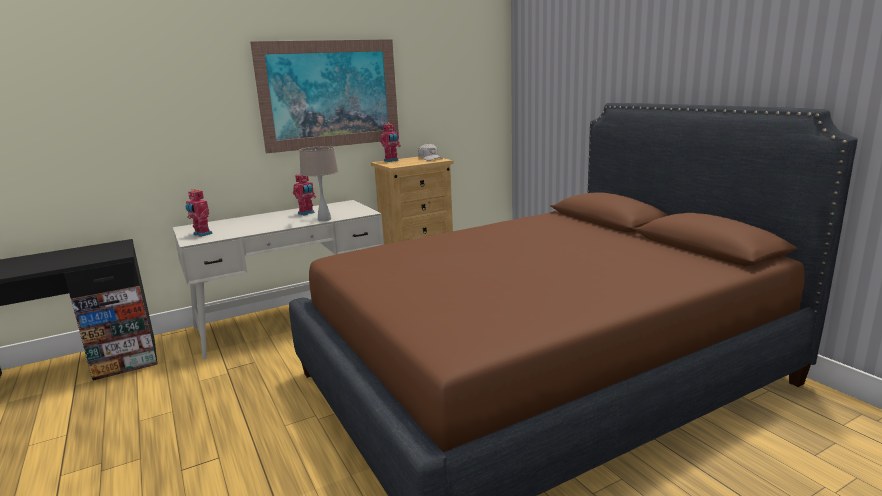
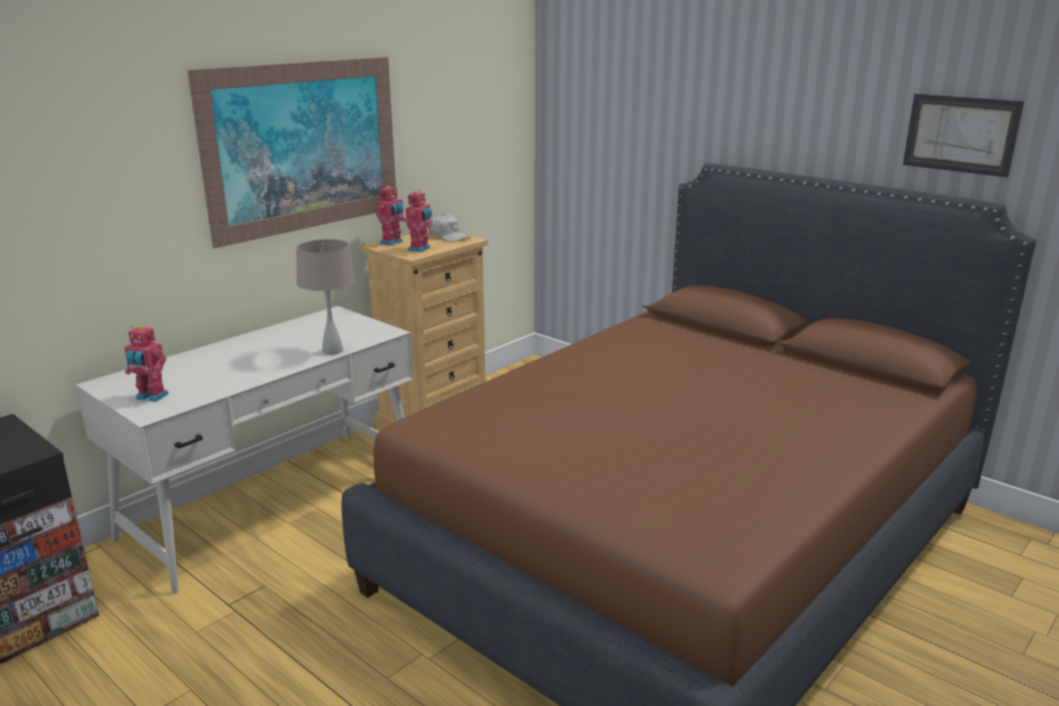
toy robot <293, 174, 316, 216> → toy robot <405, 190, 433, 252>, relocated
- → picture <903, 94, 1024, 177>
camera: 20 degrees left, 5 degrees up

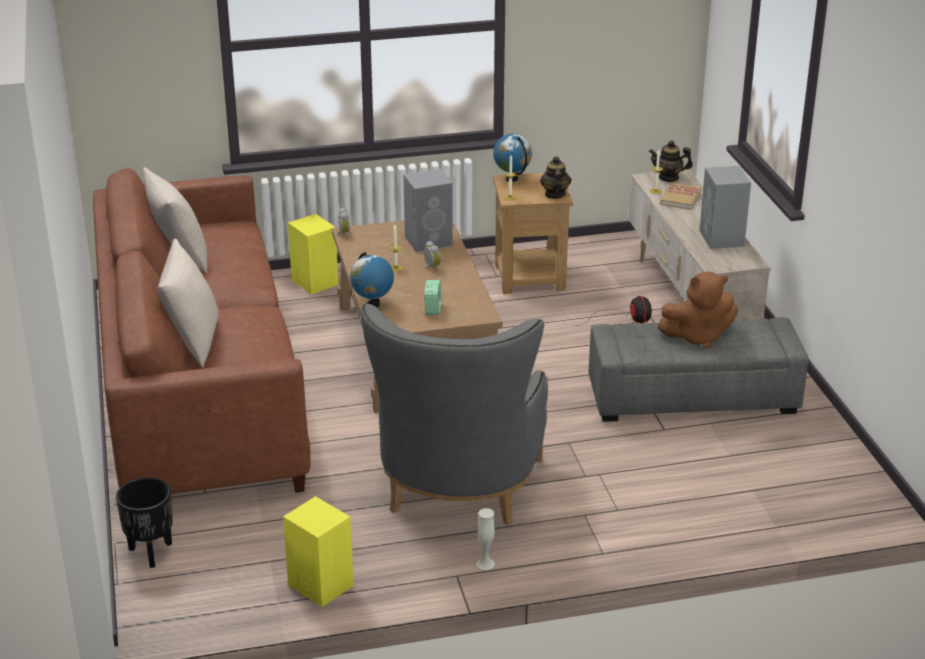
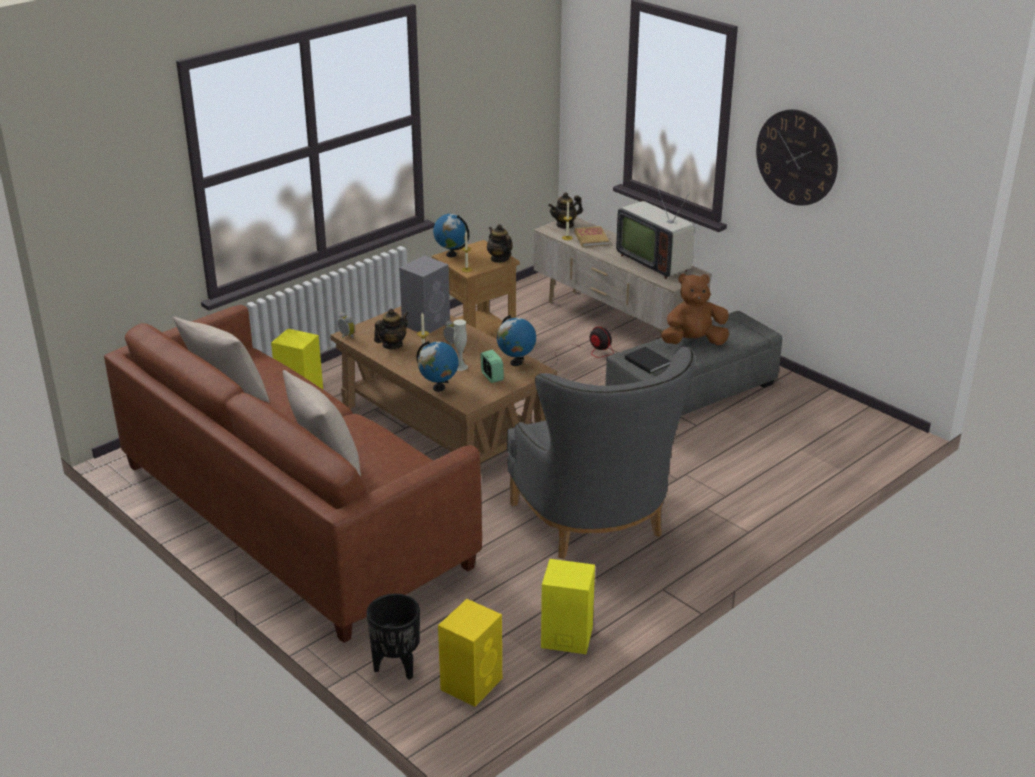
- → teapot <374, 309, 409, 349>
- → yellow speaker <438, 599, 502, 707>
white vase <477, 508, 495, 570> → white vase <453, 319, 468, 371>, relocated
- → globe <497, 315, 536, 366>
grey speaker <699, 166, 751, 249> → television <616, 180, 695, 279>
- → black book <625, 347, 670, 374>
brown plush toy <658, 272, 738, 349> → brown plush toy <661, 273, 729, 345>, 150 degrees counterclockwise
- → wall clock <756, 109, 838, 206>
camera: 30 degrees left, 0 degrees up

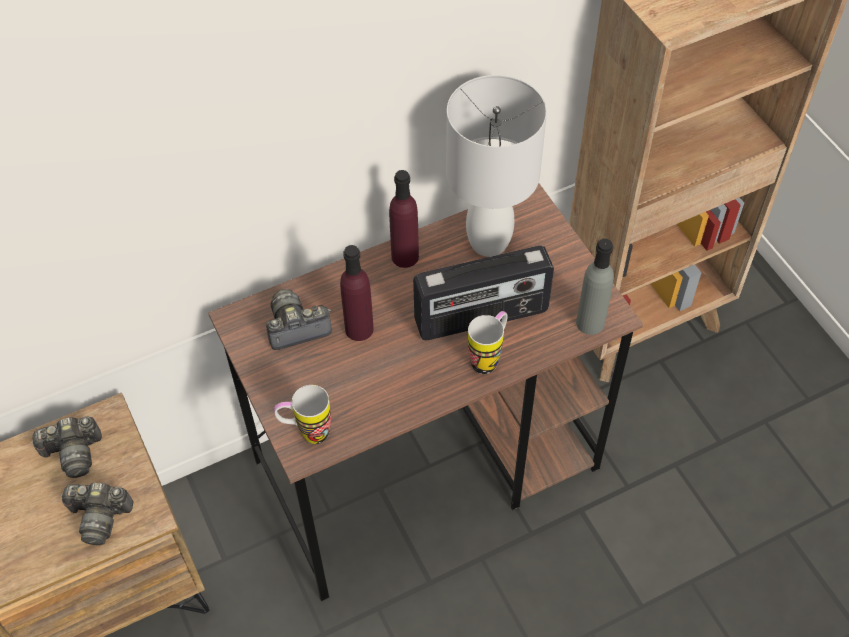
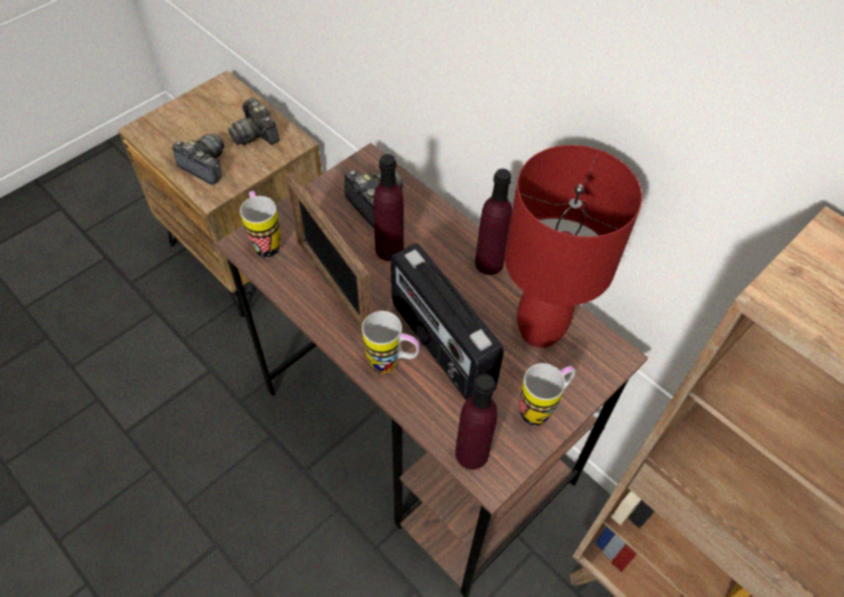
photo camera <60, 483, 133, 545> → photo camera <172, 134, 224, 185>, 135 degrees clockwise
- → picture frame <286, 172, 372, 333>
grey bottle <576, 238, 614, 335> → purple bottle <455, 374, 498, 470>
white table lamp <446, 75, 547, 257> → red table lamp <504, 145, 642, 348>
- → mug <520, 363, 576, 426>
camera: 70 degrees right, 0 degrees up

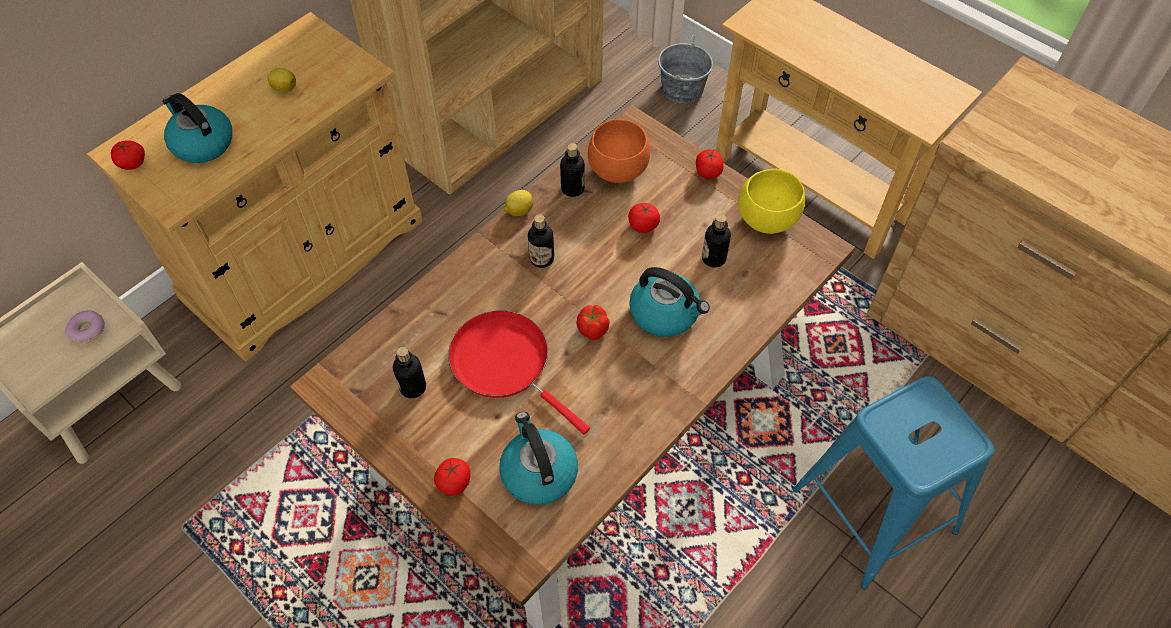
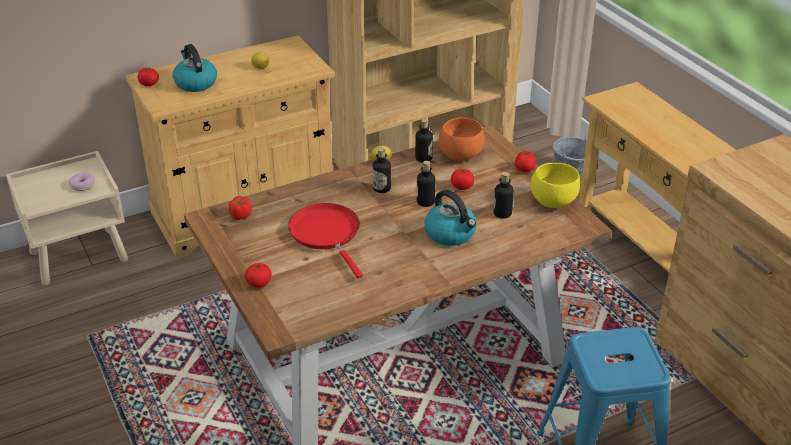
tomato <576, 305, 610, 340> → tomato <229, 196, 252, 220>, relocated
bottle <393, 347, 426, 398> → bottle <417, 161, 435, 207>, relocated
kettle <499, 412, 578, 505> → -
camera: 20 degrees right, 20 degrees down

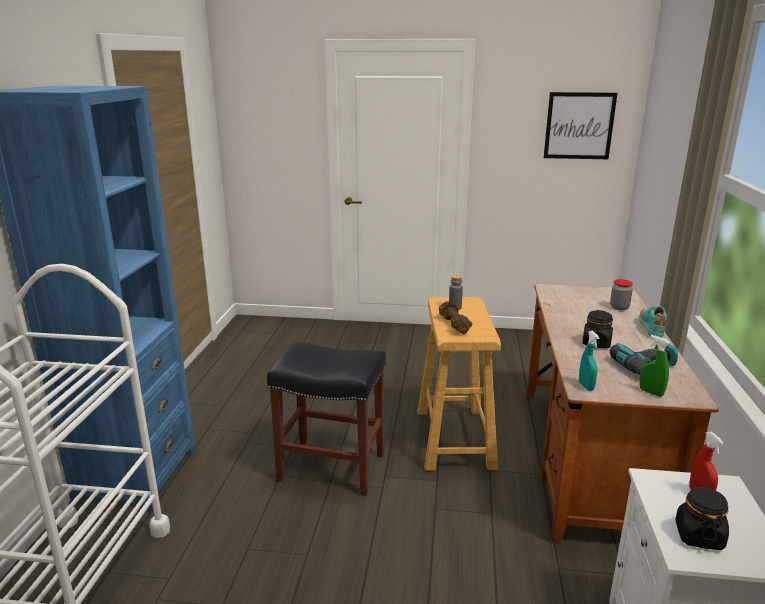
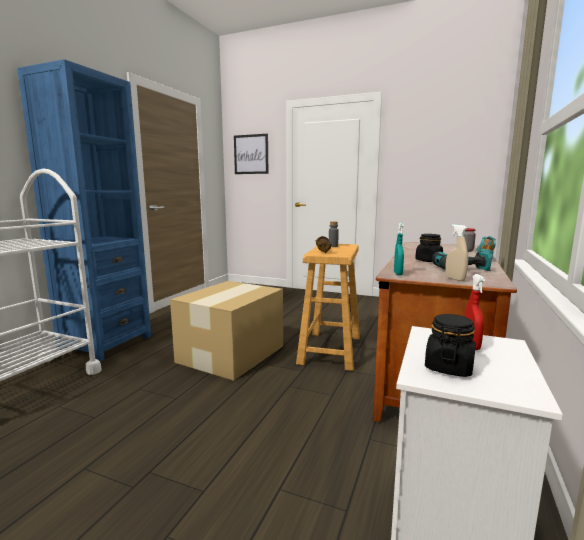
black stool <267, 341, 386, 496> → cardboard box <170, 281, 283, 381>
picture <544, 92, 617, 159> → picture <234, 134, 268, 174>, relocated
green spray bottle <640, 335, 670, 397> → beige spray bottle <445, 224, 468, 281>
camera: 15 degrees right, 10 degrees down

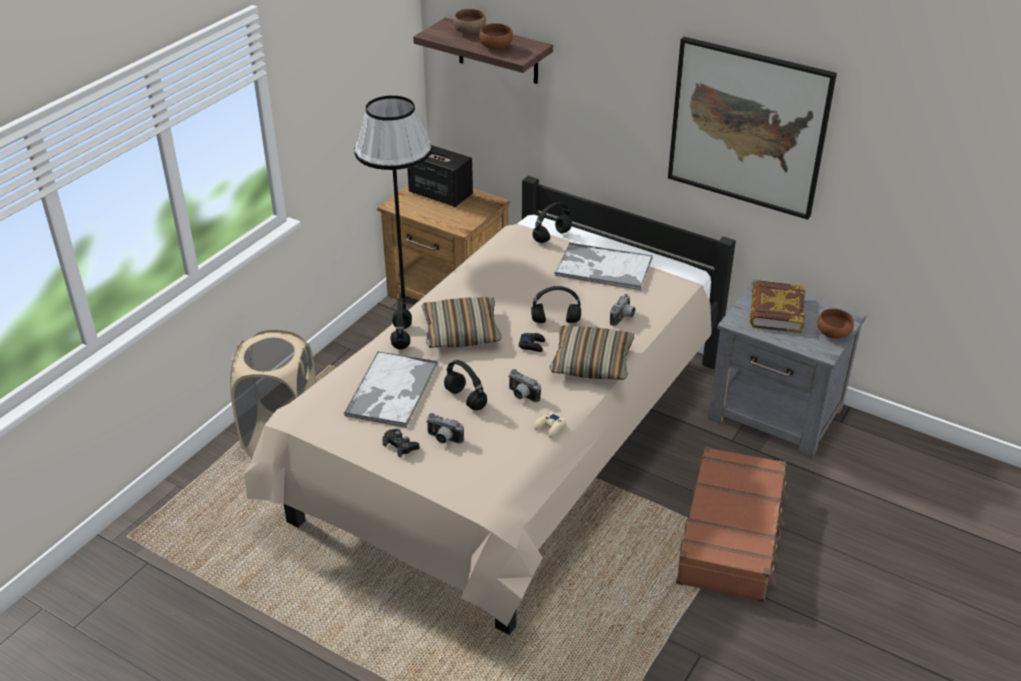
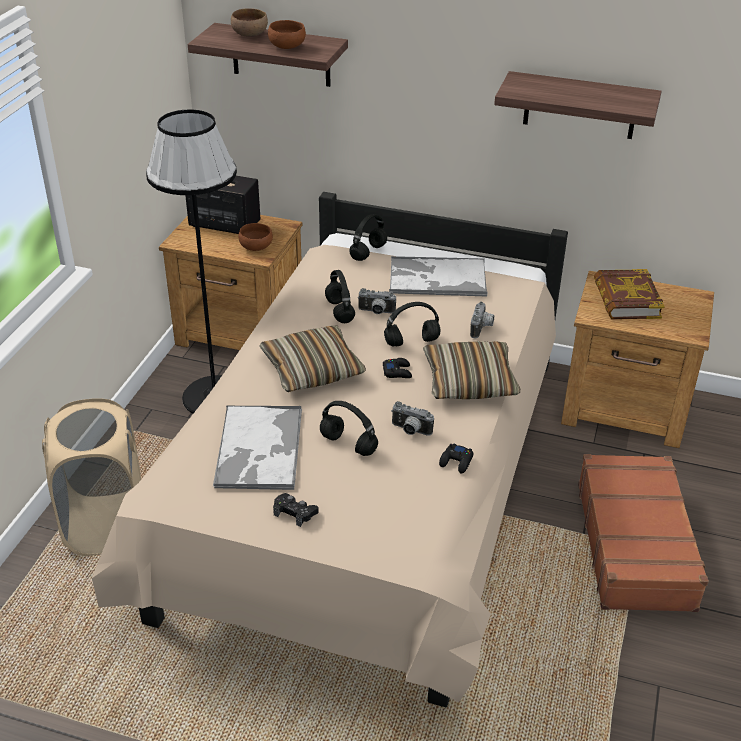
brown bowl <818, 308, 854, 339> → brown bowl <238, 223, 273, 251>, relocated
black headphones <390, 298, 412, 349> → black headphones <325, 270, 355, 323>, relocated
photo camera <426, 413, 464, 444> → photo camera <358, 288, 396, 314>, relocated
beige game controller <534, 411, 566, 438> → black game controller <439, 443, 473, 473>
picture <668, 37, 837, 220> → shelf <494, 71, 662, 139>
grey nightstand <708, 280, 866, 459> → brown nightstand <561, 271, 714, 448>
camera: 15 degrees left, 0 degrees up

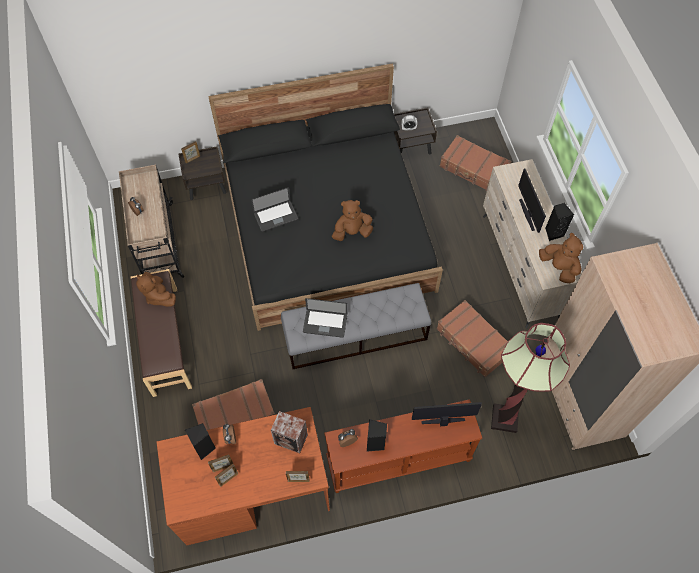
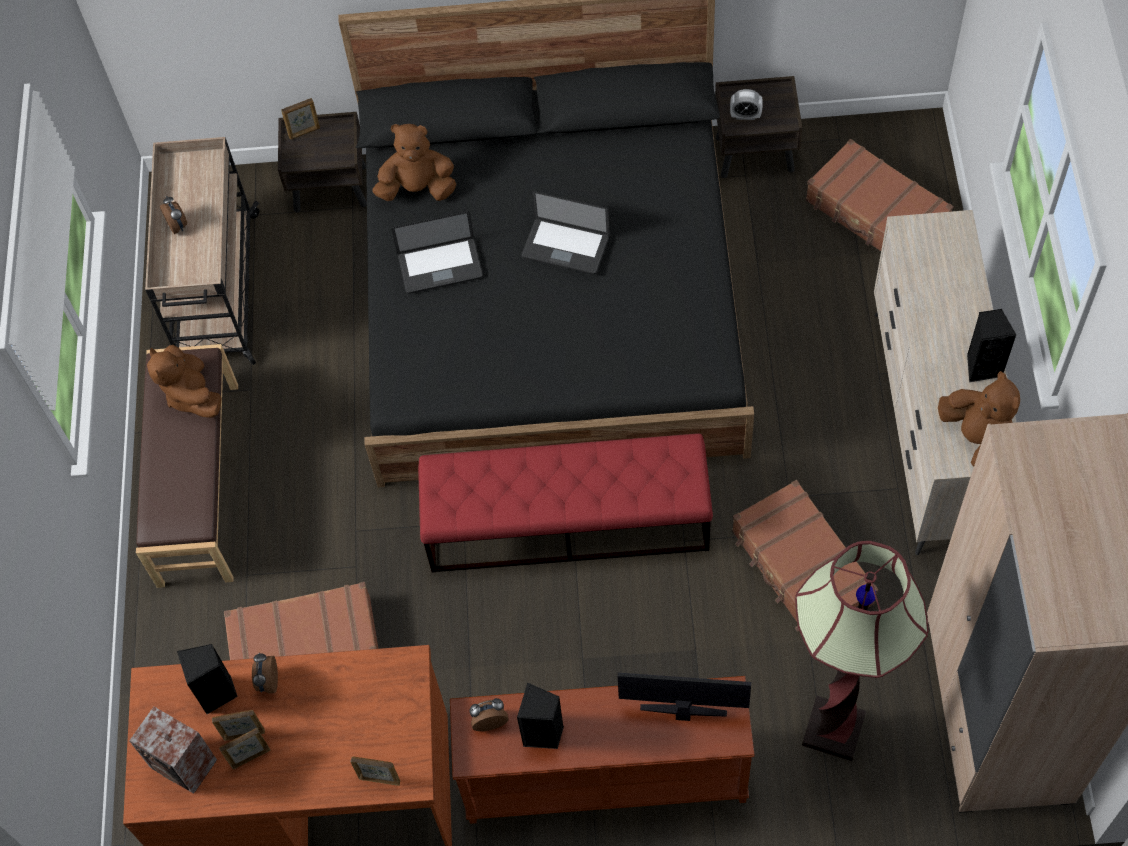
speaker <271, 411, 308, 453> → speaker <129, 707, 217, 794>, relocated
brown plush toy <332, 200, 373, 241> → brown plush toy <372, 124, 456, 201>, relocated
grey bench <281, 283, 431, 369> → red bench <418, 433, 713, 572>
laptop <303, 298, 348, 338> → laptop <522, 191, 610, 275>, relocated
monitor <518, 169, 546, 233> → -
camera: 15 degrees right, 0 degrees up

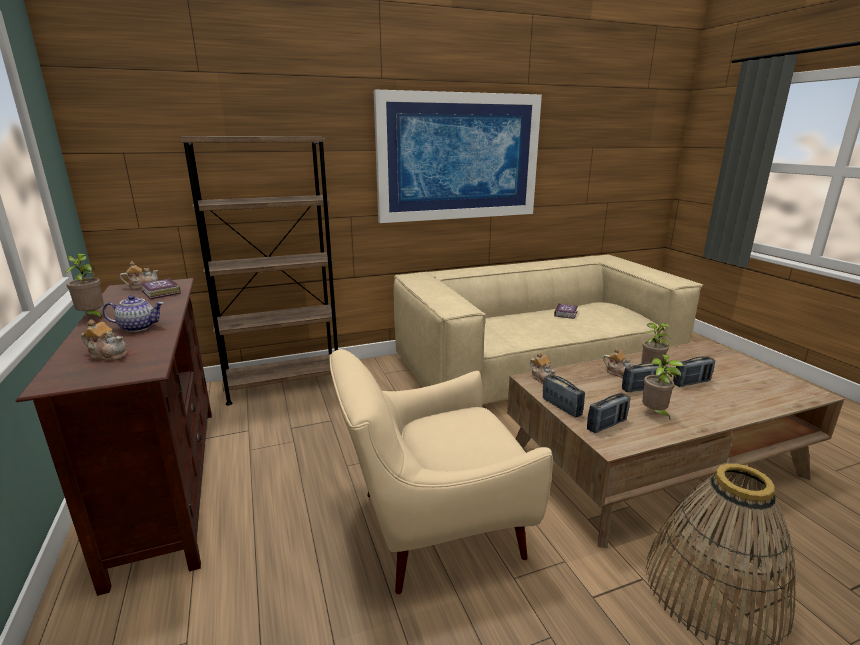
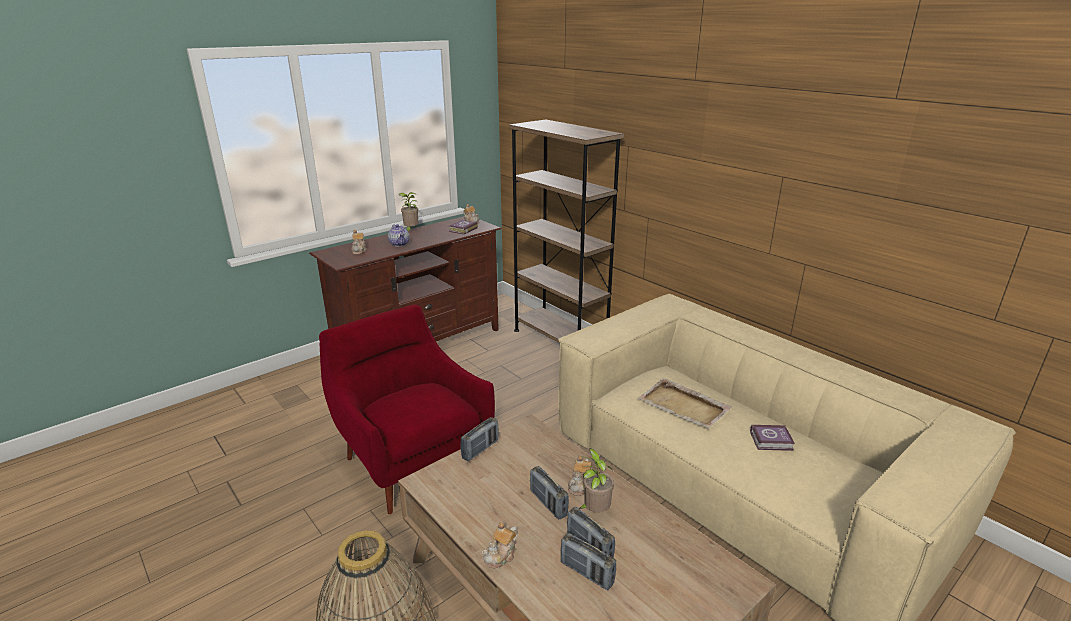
beige armchair <329, 349, 553, 594> → red armchair <319, 304, 495, 514>
teapot <530, 352, 556, 384> → teapot <482, 522, 518, 568>, relocated
radio <587, 393, 630, 433> → radio <561, 533, 616, 590>, relocated
- → beige tray <637, 378, 732, 429>
picture <373, 90, 542, 223> → -
potted plant <642, 354, 683, 421> → -
camera: 70 degrees right, 5 degrees up

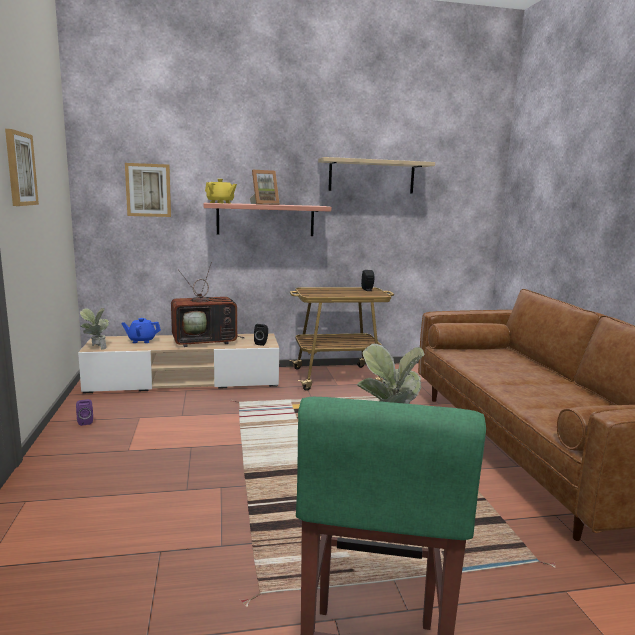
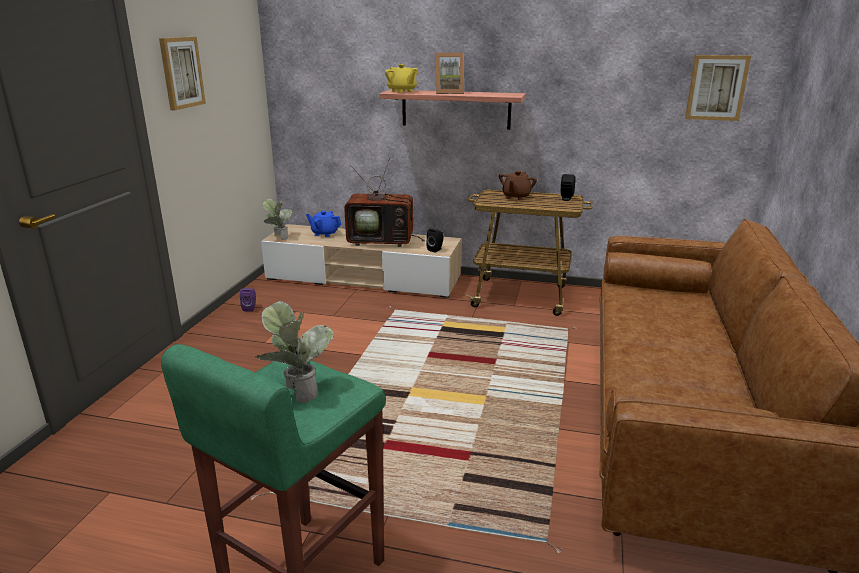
- → brown teapot <499, 171, 537, 200>
picture <125, 163, 171, 217> → picture <685, 55, 751, 121>, relocated
beige shelf <318, 157, 435, 193> → -
camera: 25 degrees right, 10 degrees up

